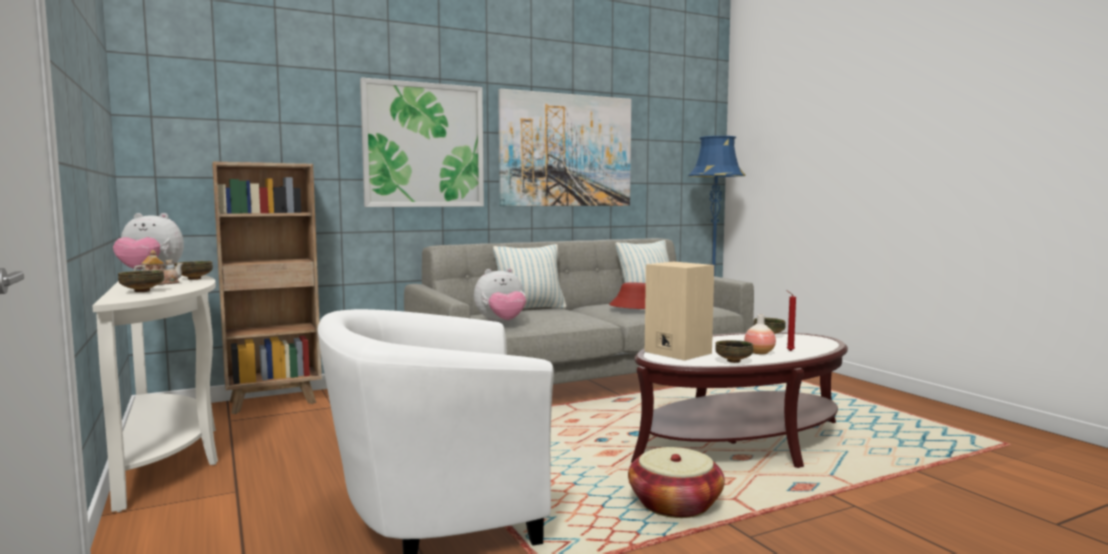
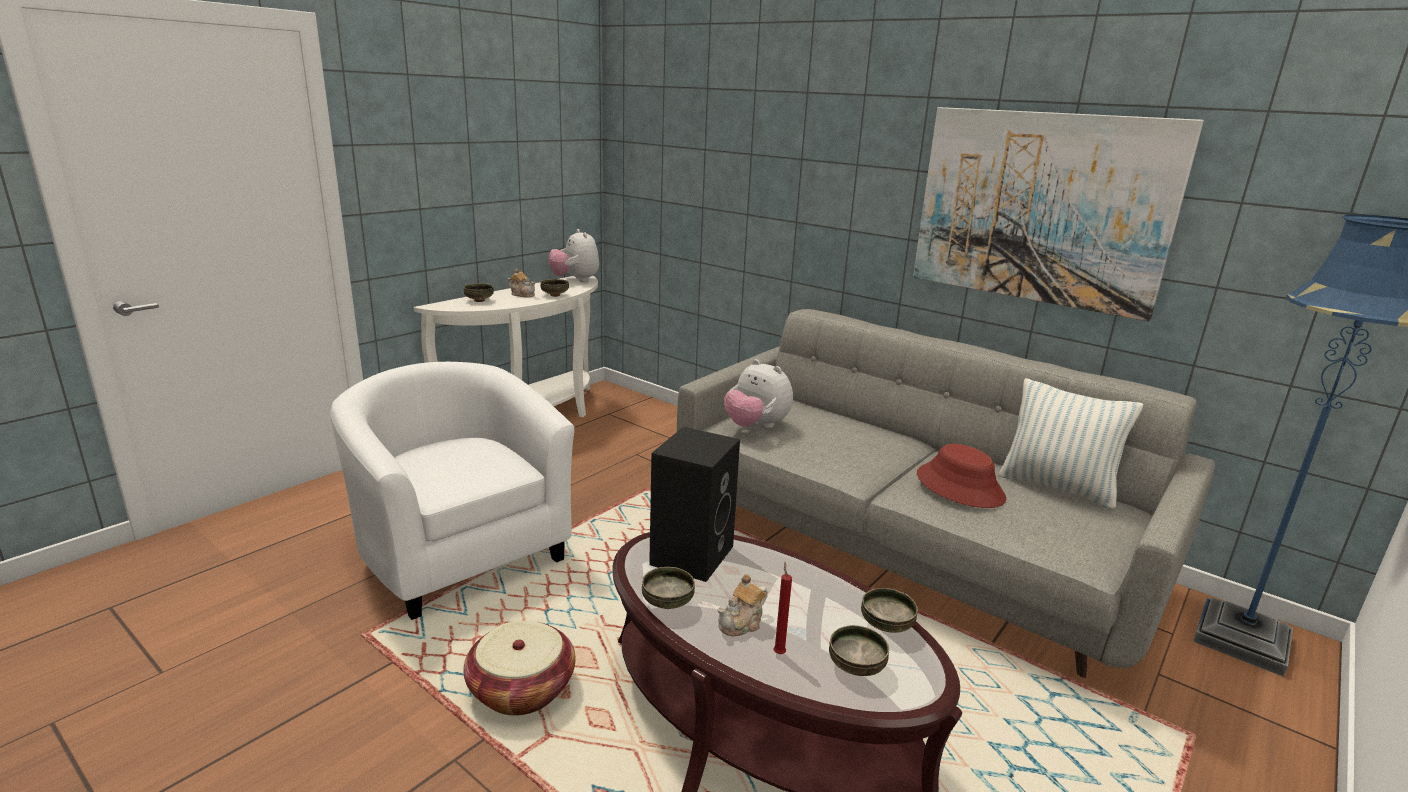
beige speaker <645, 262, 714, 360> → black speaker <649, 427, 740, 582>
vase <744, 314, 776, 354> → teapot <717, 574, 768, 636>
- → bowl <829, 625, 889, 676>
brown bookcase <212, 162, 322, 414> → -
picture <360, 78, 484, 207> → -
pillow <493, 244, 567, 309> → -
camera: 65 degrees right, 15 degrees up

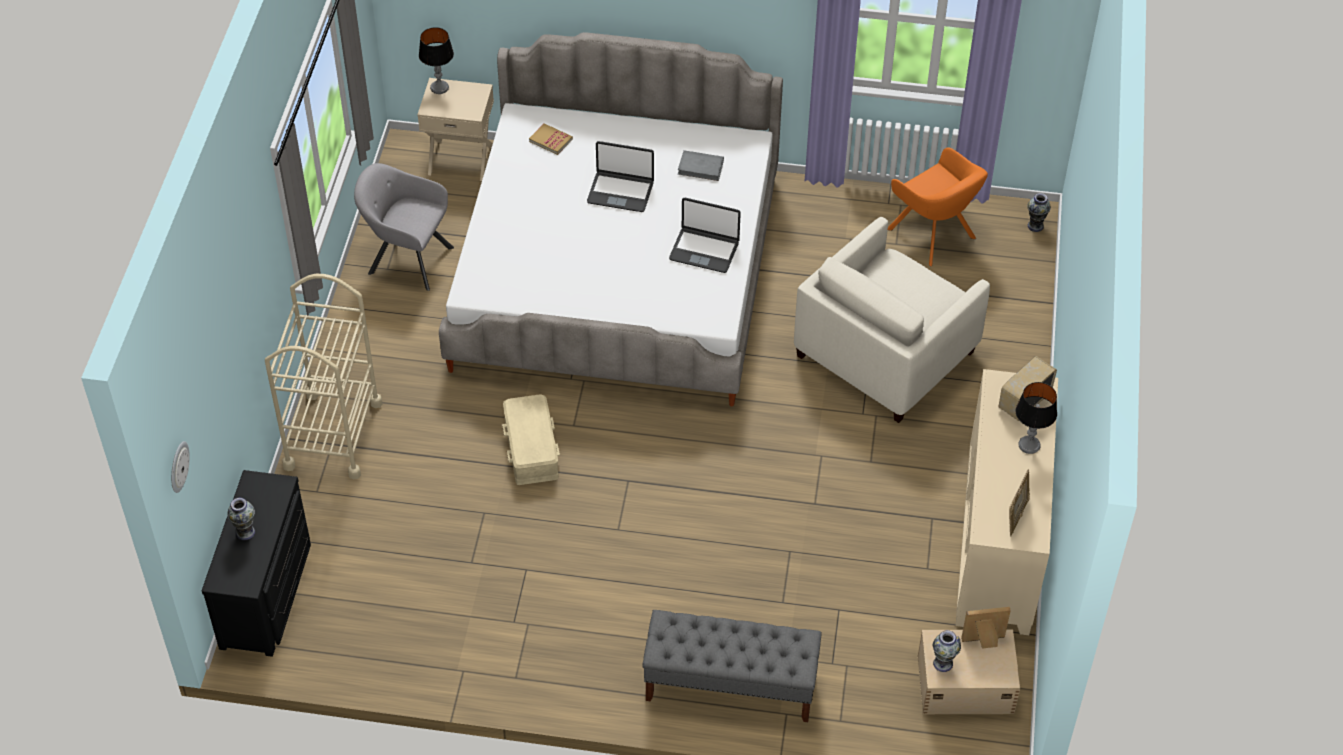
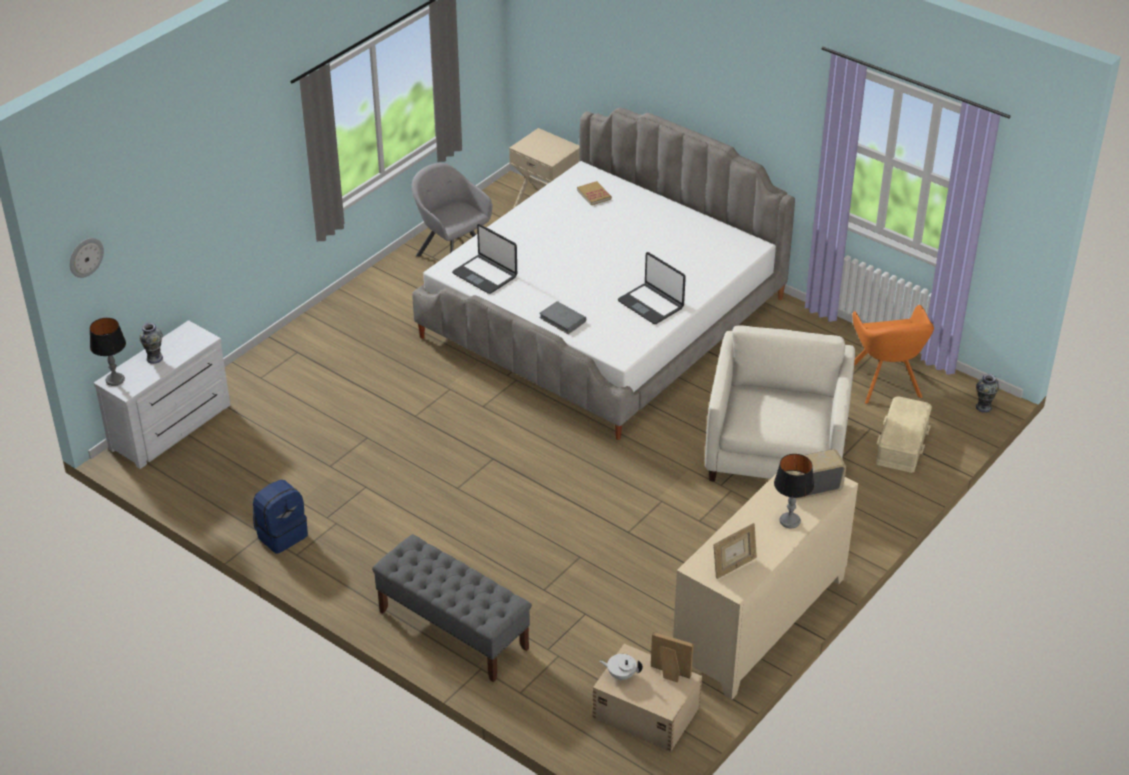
table lamp <419, 27, 454, 94> → table lamp <90, 318, 126, 386>, relocated
black dresser <202, 470, 311, 657> → white dresser <94, 320, 230, 469>
- → blue backpack <253, 480, 308, 554>
laptop <587, 141, 654, 212> → laptop <452, 224, 517, 294>, relocated
grey book <678, 150, 724, 181> → grey book <539, 301, 586, 334>, relocated
vase <933, 630, 961, 672> → white teapot <600, 654, 643, 680>
beige armchair <794, 217, 990, 423> → beige armchair <705, 326, 855, 482>, 120 degrees clockwise
beige storage box <502, 394, 560, 485> → beige storage box <876, 396, 932, 473>, relocated
beige cart <265, 274, 382, 480> → -
camera: 30 degrees right, 10 degrees down

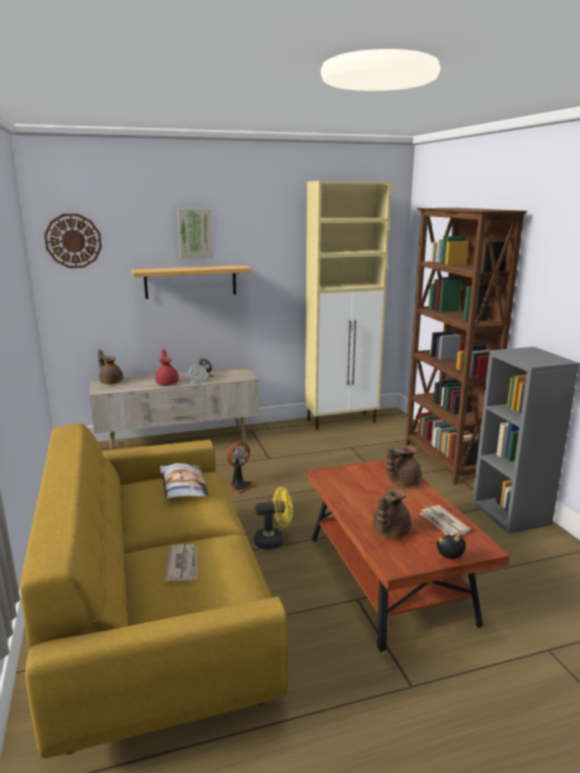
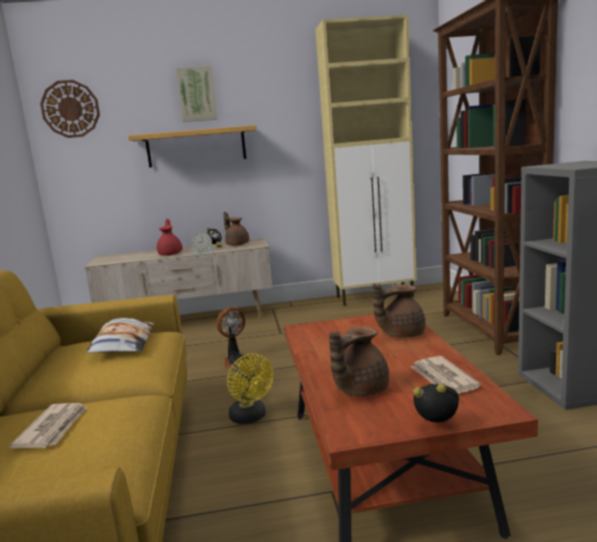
brown teapot <98, 350, 123, 384> → brown teapot <223, 212, 249, 246>, relocated
yellow fan <254, 487, 293, 550> → yellow fan <227, 354, 274, 424>, 60 degrees clockwise
camera: 10 degrees right, 5 degrees down

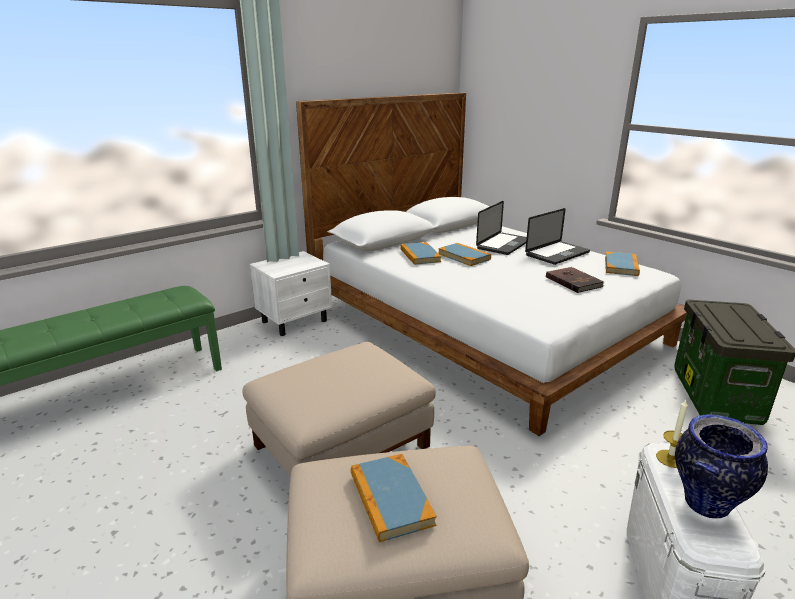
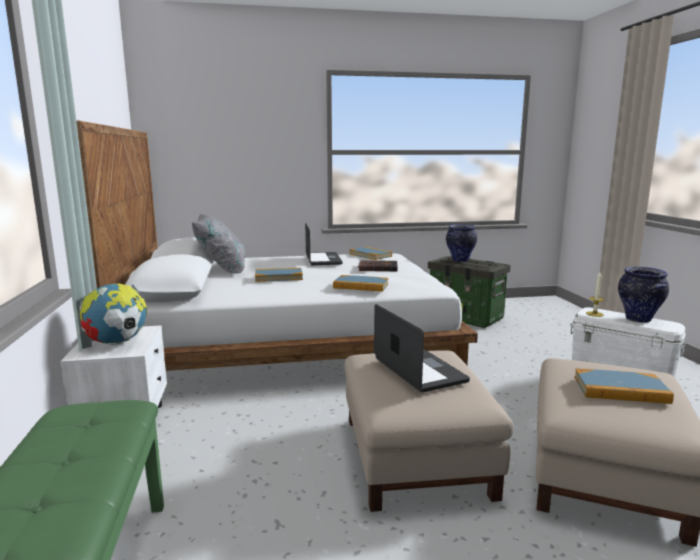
- → globe <80, 283, 147, 345>
- → grey pillow <192, 214, 245, 273>
book <400, 242, 442, 265> → book <333, 275, 389, 292>, relocated
laptop <476, 201, 527, 255> → laptop <374, 304, 470, 392>, relocated
- → vase <446, 224, 477, 262>
camera: 60 degrees left, 10 degrees down

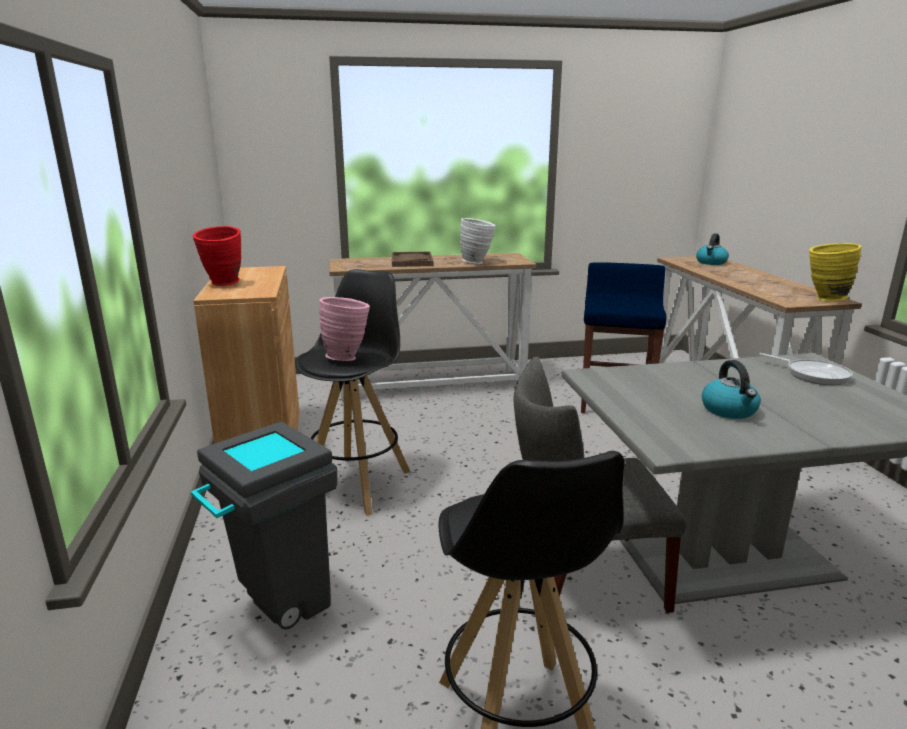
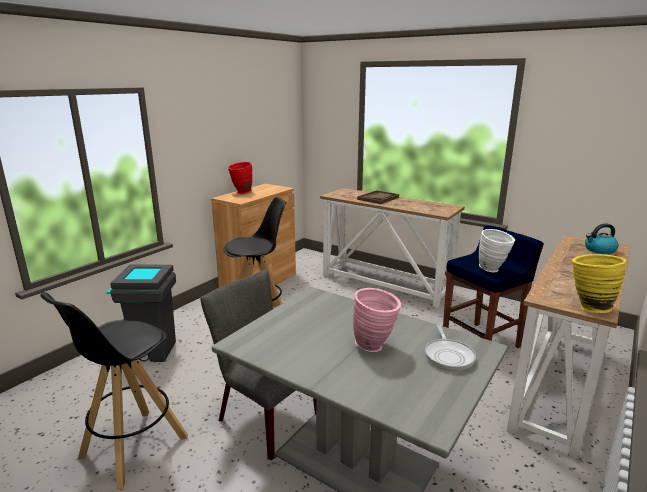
pink vase <319, 297, 370, 361> → pink vase <353, 288, 401, 352>, relocated
white vase <460, 218, 496, 264> → white vase <479, 229, 515, 273>, relocated
kettle <702, 360, 761, 419> → -
camera: 45 degrees right, 0 degrees up

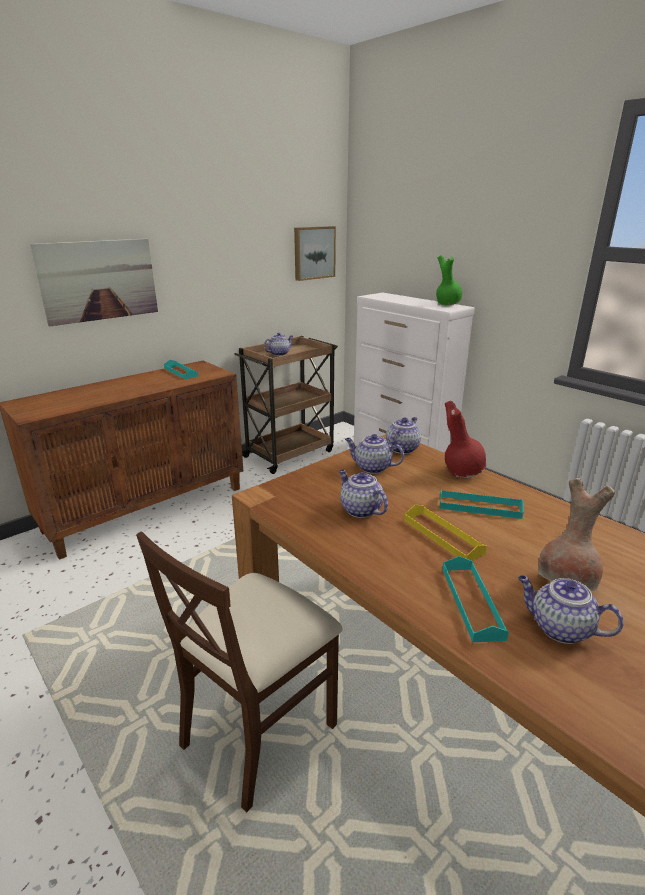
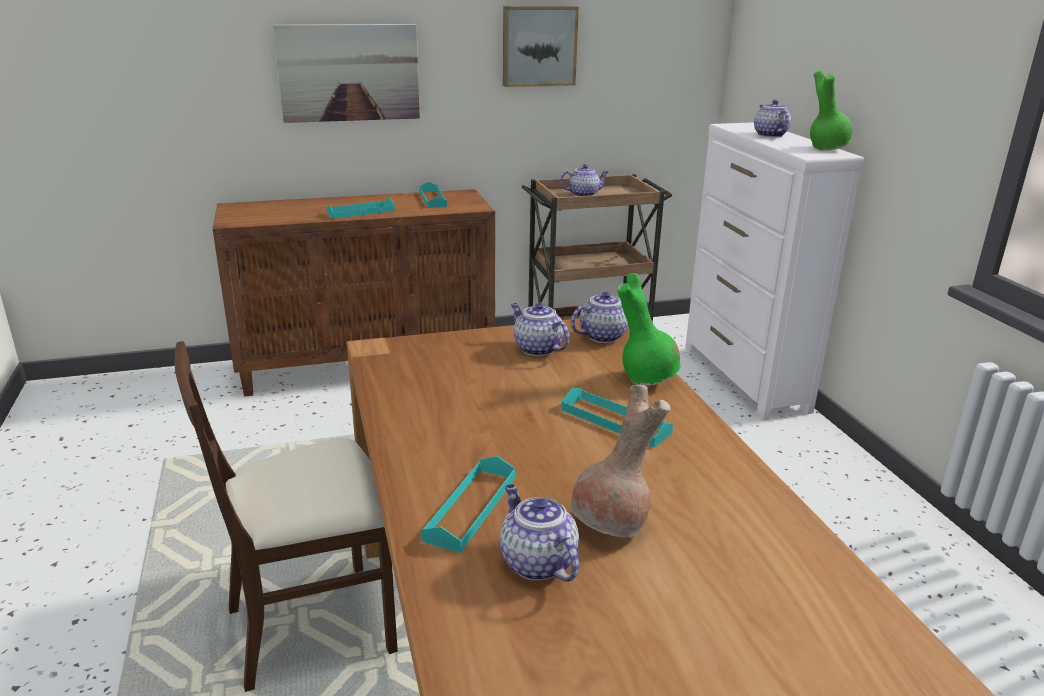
- → turquoise tray <327, 198, 395, 219>
picture <294, 226, 336, 281> → picture <503, 6, 579, 87>, relocated
red vase <445, 401, 486, 478> → green vase <617, 273, 681, 386>
teapot <339, 469, 388, 518> → teapot <754, 100, 791, 137>, relocated
yellow tray <404, 505, 487, 561> → -
camera: 25 degrees right, 0 degrees up

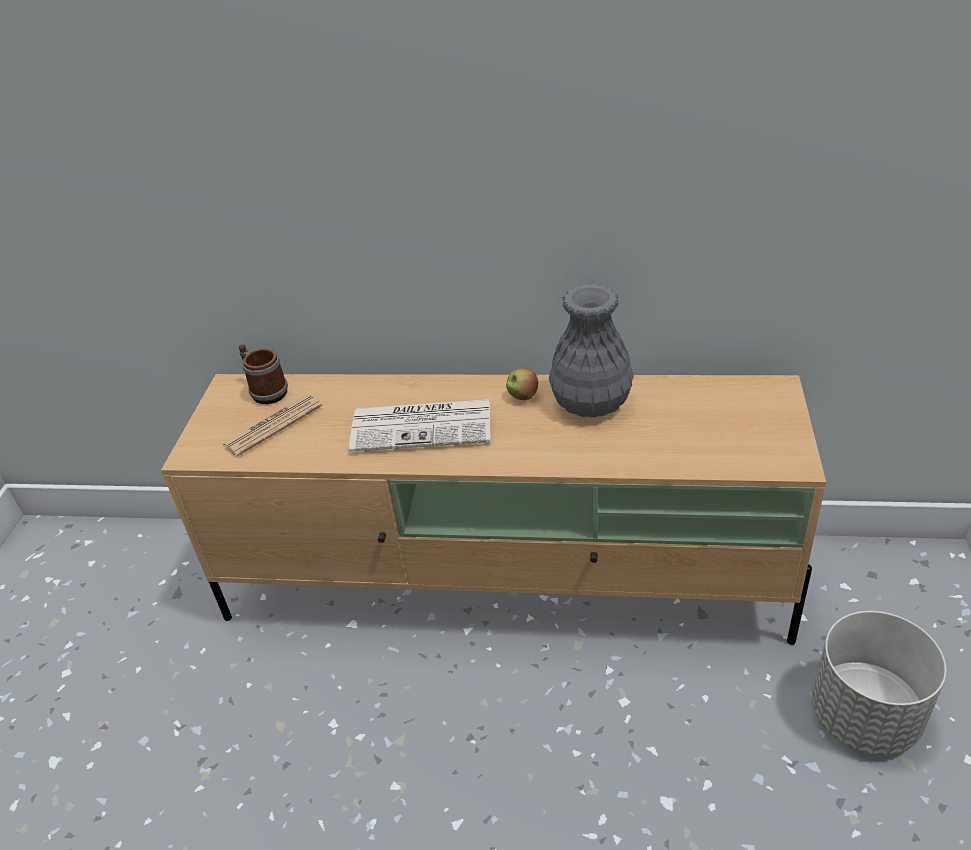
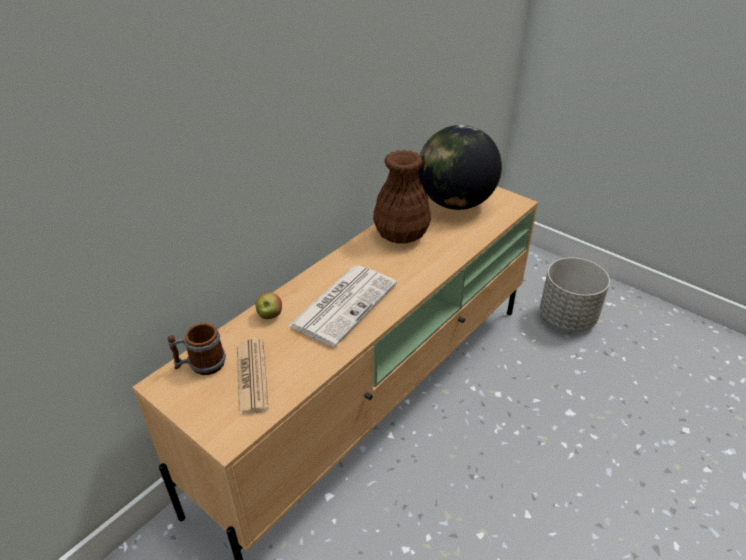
apple <506, 368, 538, 400> → apple <256, 292, 282, 319>, relocated
grey vase <549, 284, 634, 417> → brown vase <373, 150, 431, 244>
- → globe <418, 125, 502, 210>
camera: 60 degrees left, 0 degrees up

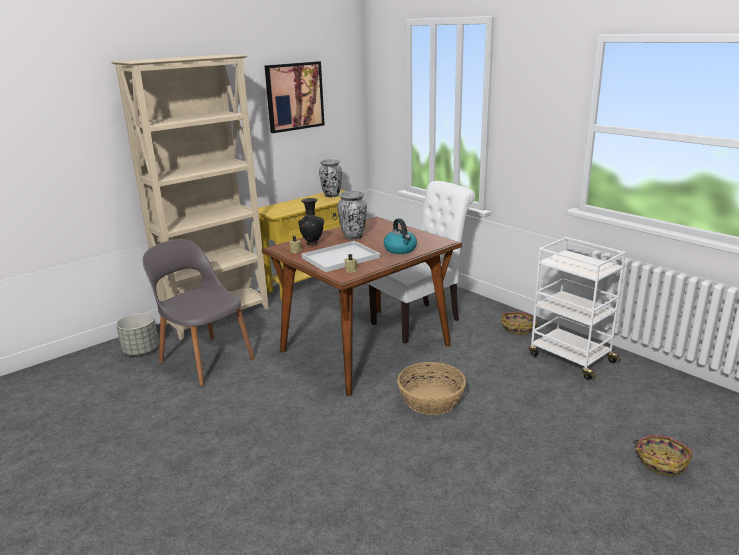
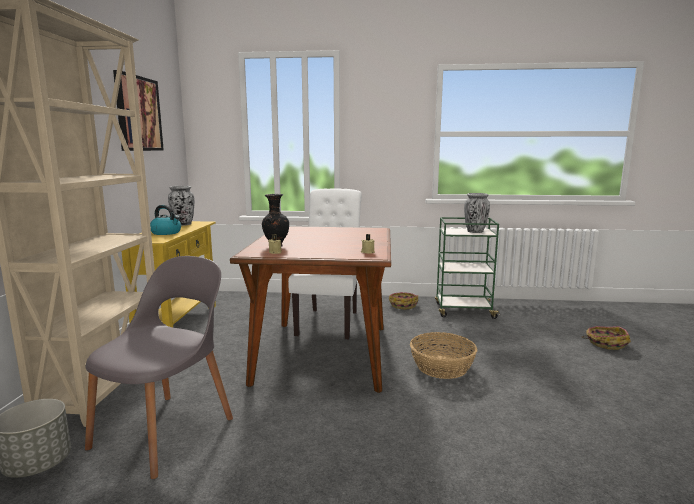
grey chair <143, 239, 255, 386> → grey chair <85, 256, 233, 479>, 120 degrees clockwise
kettle <384, 218, 417, 254> → kettle <150, 205, 181, 235>, relocated
white cart <529, 237, 626, 380> → green cart <435, 217, 501, 319>
vase <337, 191, 367, 240> → vase <464, 193, 490, 233>, relocated
white tray <302, 241, 380, 272> → -
camera: 45 degrees left, 10 degrees down

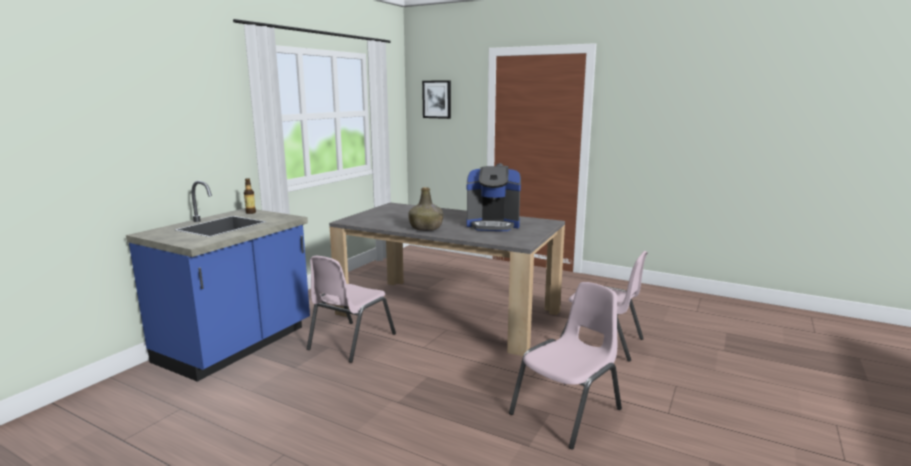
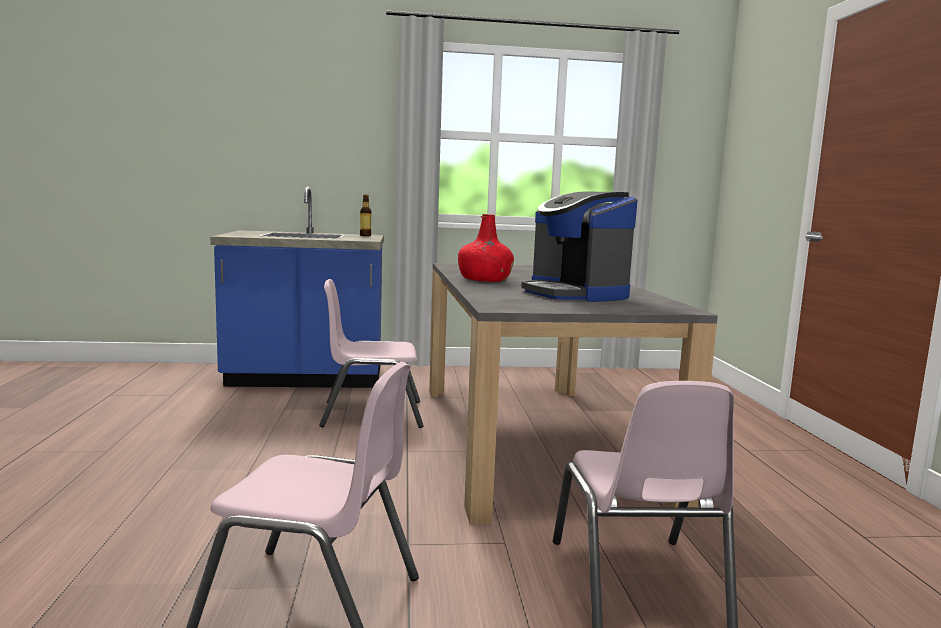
green bottle <408, 187, 443, 231> → red bottle <458, 214, 514, 282>
picture <422, 80, 451, 119> → -
camera: 55 degrees right, 5 degrees down

